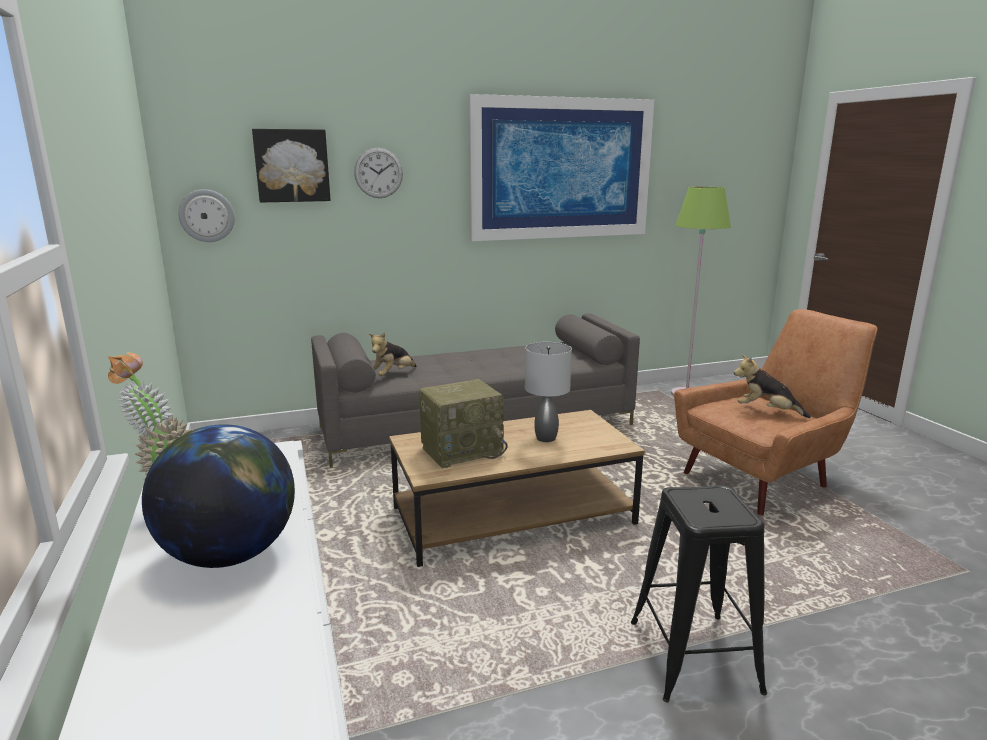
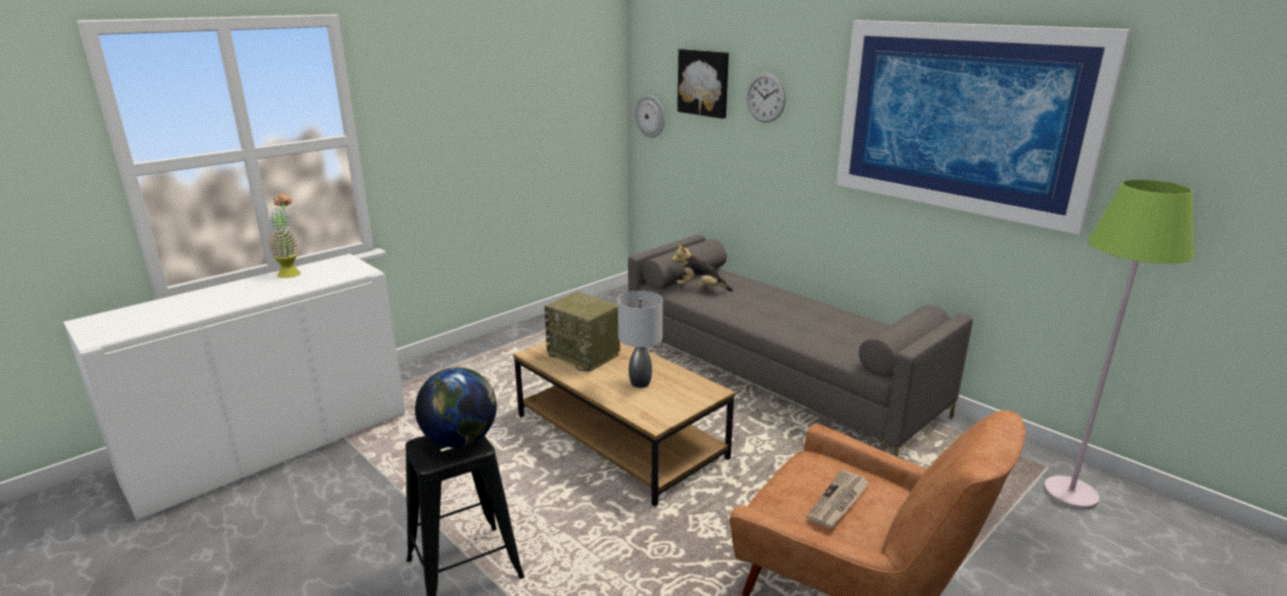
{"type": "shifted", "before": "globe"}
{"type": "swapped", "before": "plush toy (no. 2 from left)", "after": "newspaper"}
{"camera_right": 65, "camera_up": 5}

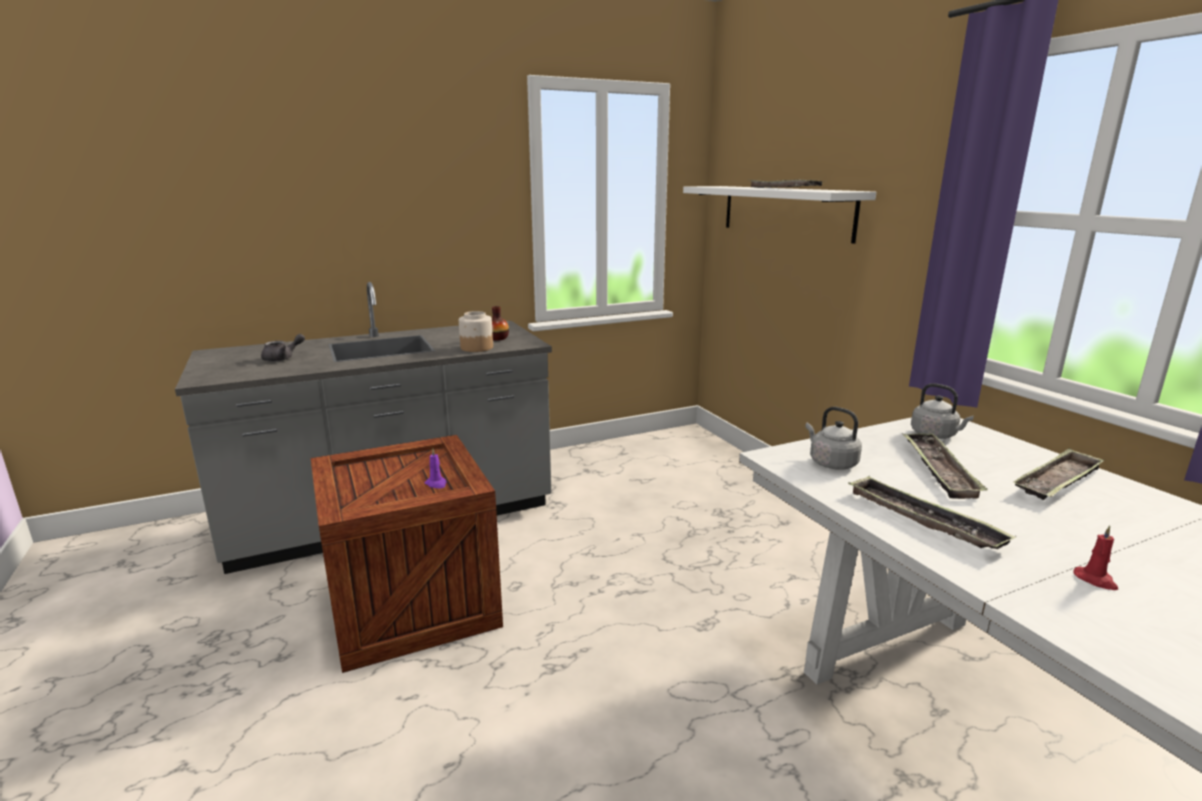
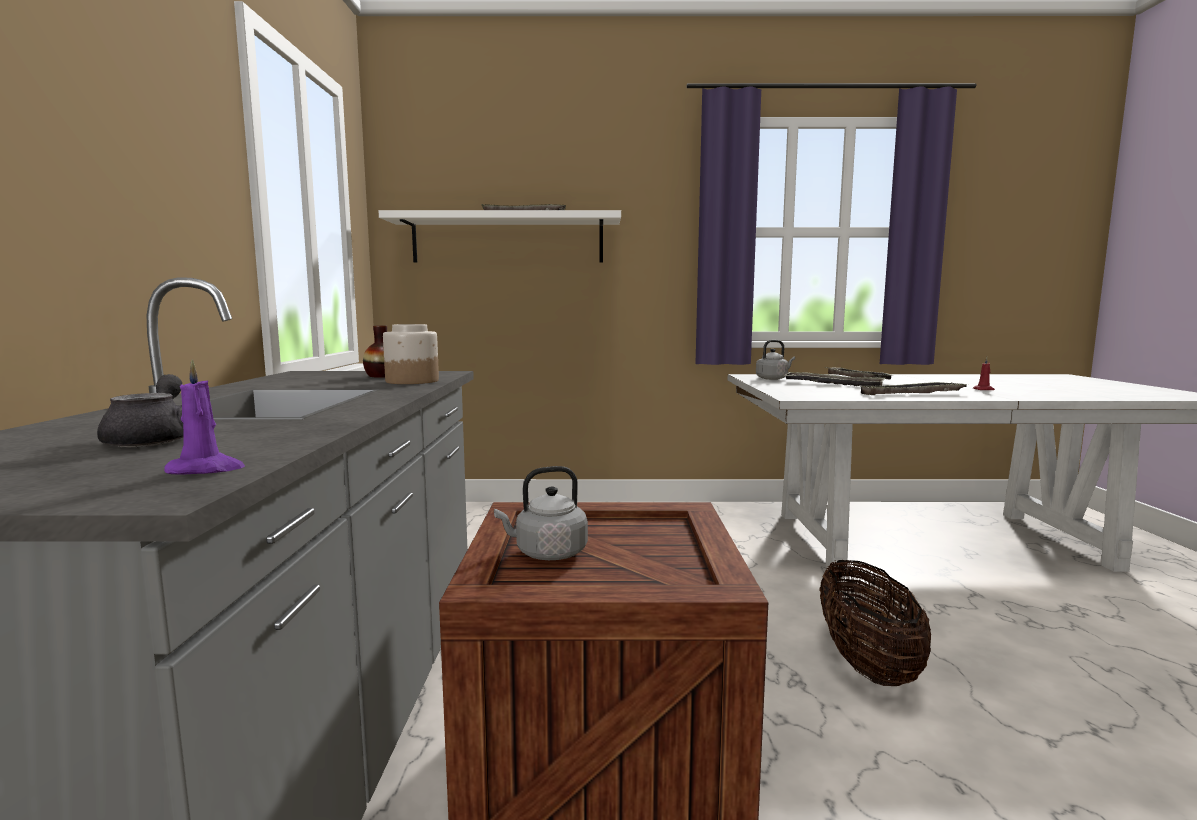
{"type": "new", "after": "basket"}
{"type": "shifted", "before": "candle (purple)"}
{"type": "shifted", "before": "kettle (grey) (no. 1 from left)"}
{"camera_right": -65, "camera_up": -10}

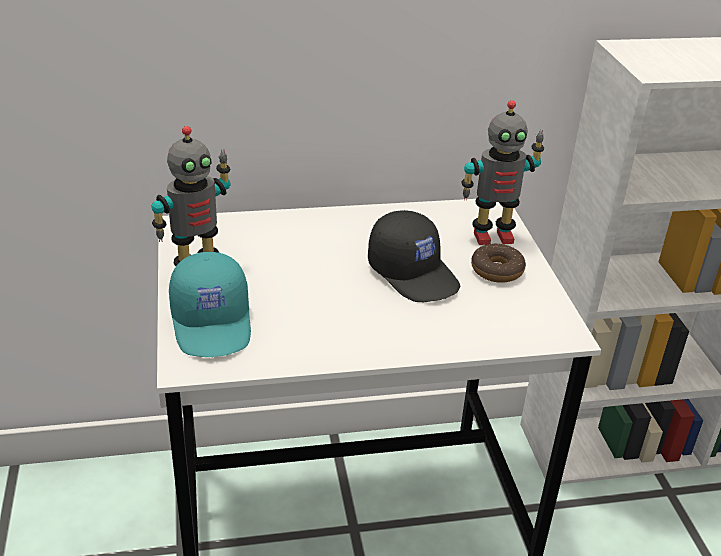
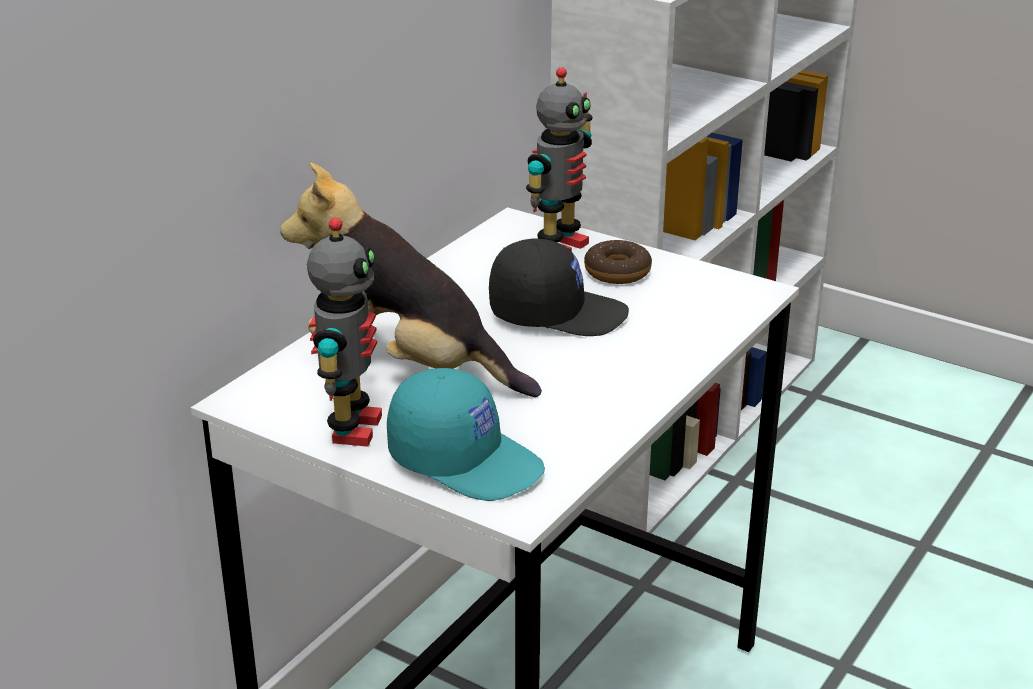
{"type": "new", "after": "plush toy"}
{"camera_right": -45, "camera_up": -5}

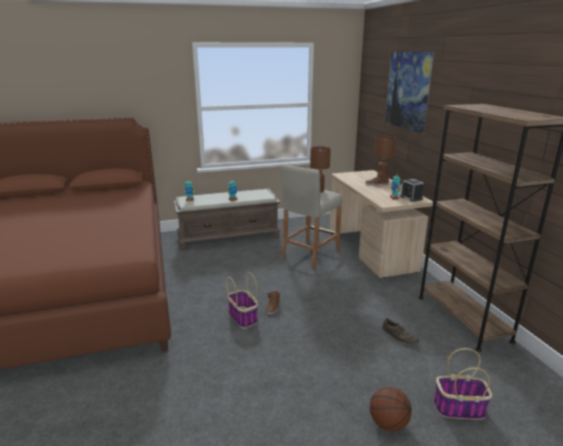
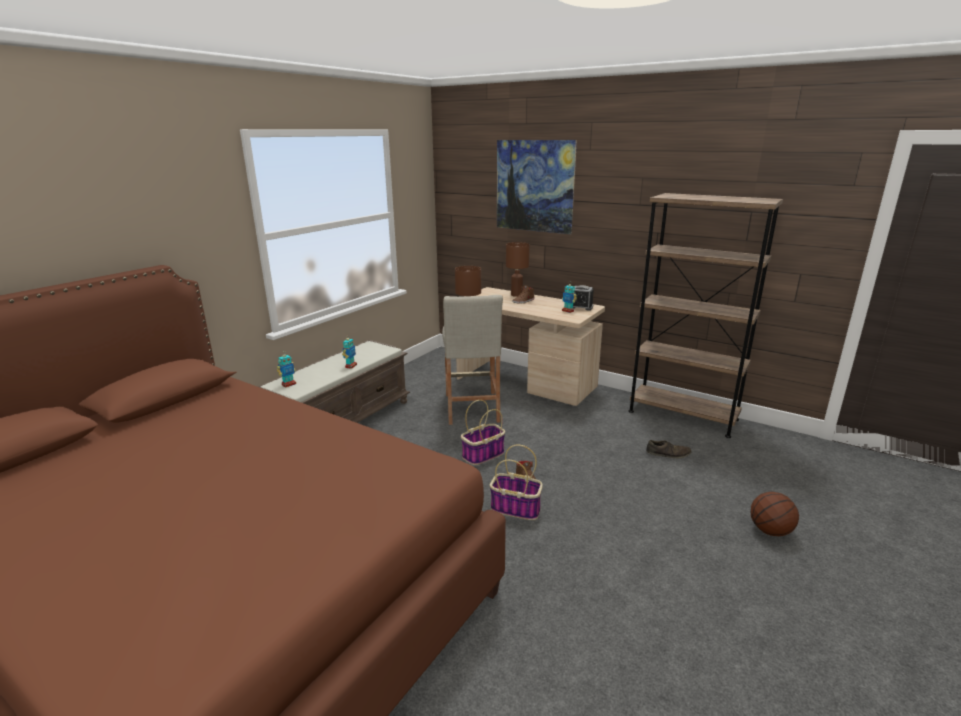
{"type": "shifted", "before": "basket (no. 2 from left in the first image)", "after": "basket (no. 1 from left)"}
{"camera_right": -40, "camera_up": 0}

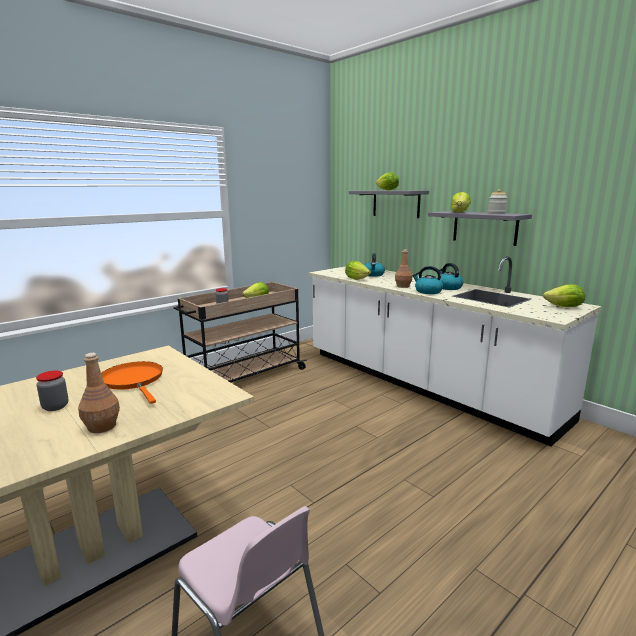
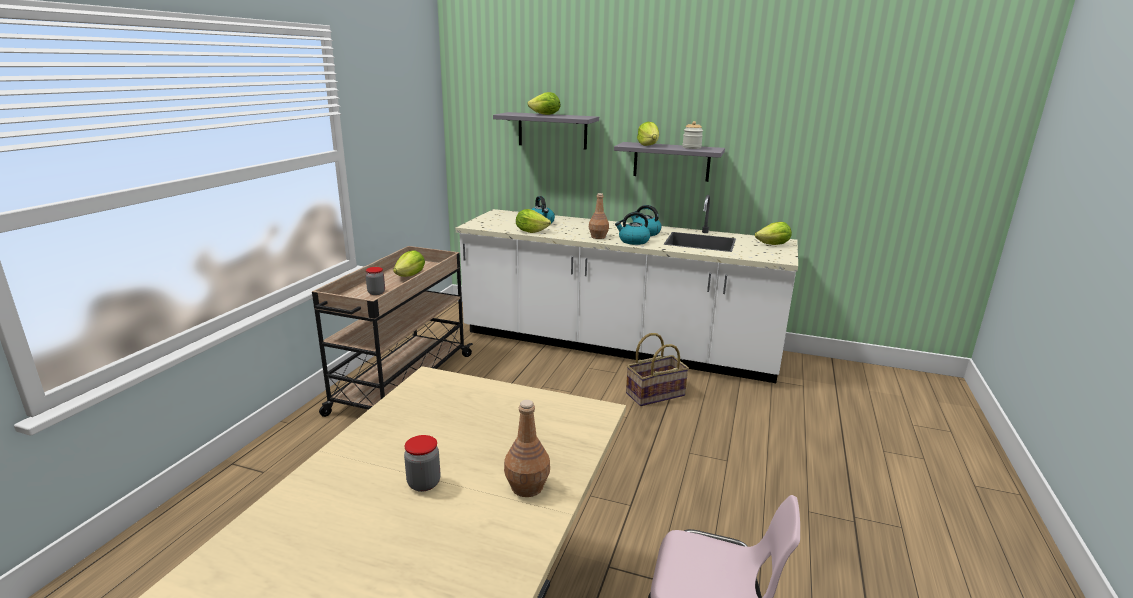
{"type": "gone", "before": "frying pan (orange)"}
{"type": "new", "after": "basket"}
{"camera_right": -30, "camera_up": 5}

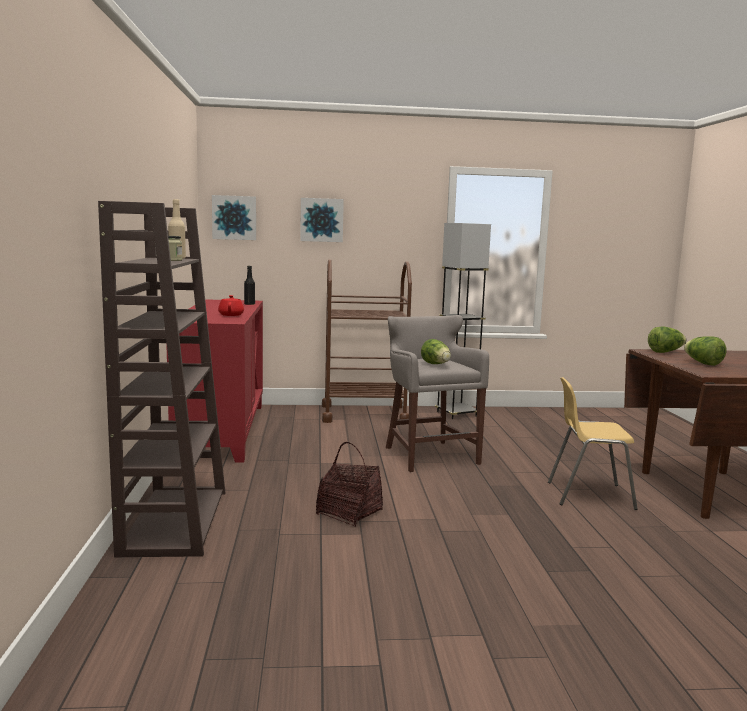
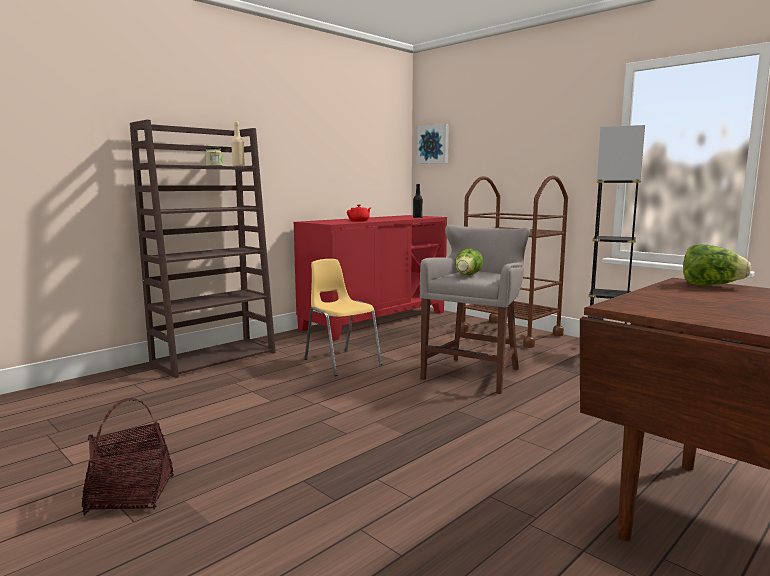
{"type": "gone", "before": "picture (no. 2 from left)"}
{"type": "gone", "before": "lettuce (no. 3 from left)"}
{"type": "shifted", "before": "basket"}
{"type": "shifted", "before": "chair (yellow)"}
{"camera_right": 50, "camera_up": 0}

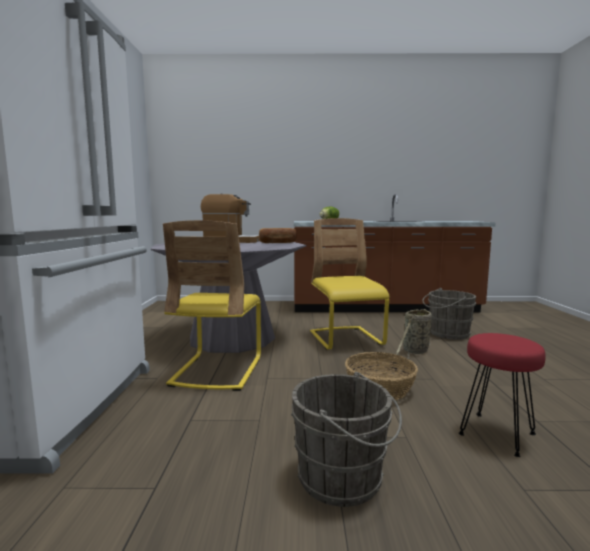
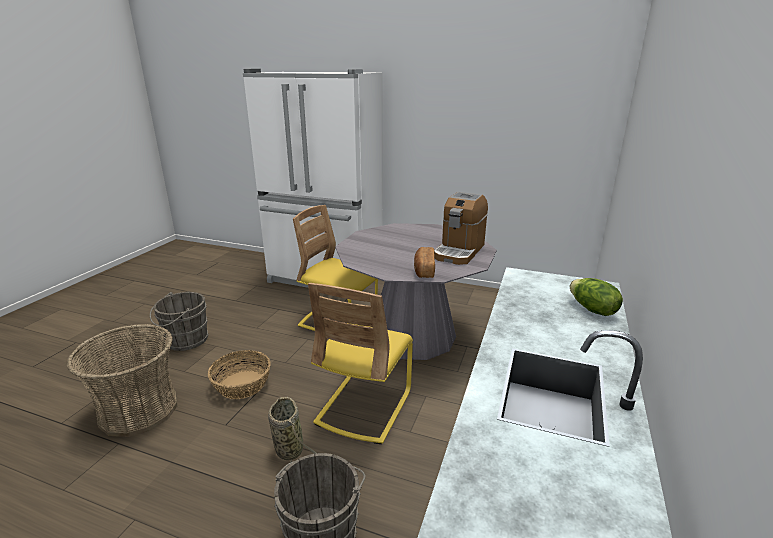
{"type": "swapped", "before": "stool (red)", "after": "basket (no. 1 from left)"}
{"type": "rotated", "before": "chair (yellow) (no. 2 from left)", "turn": 105}
{"camera_right": 110, "camera_up": 15}

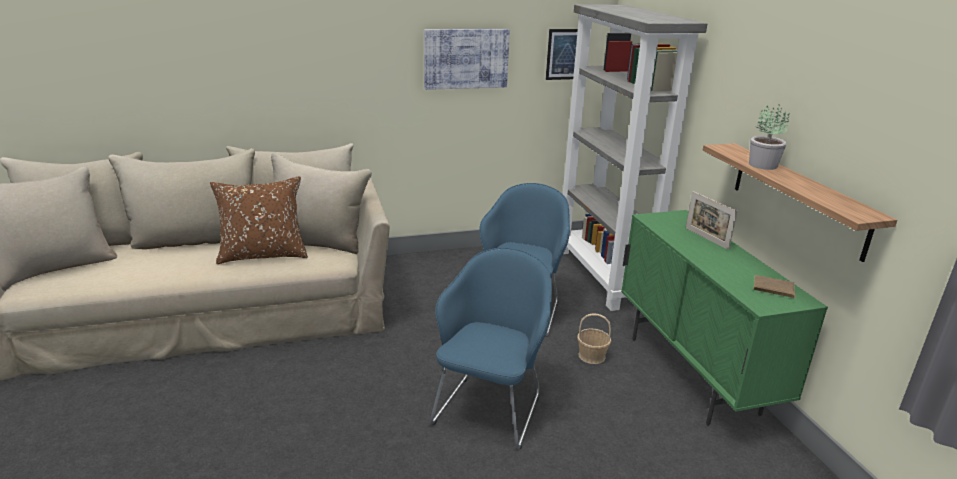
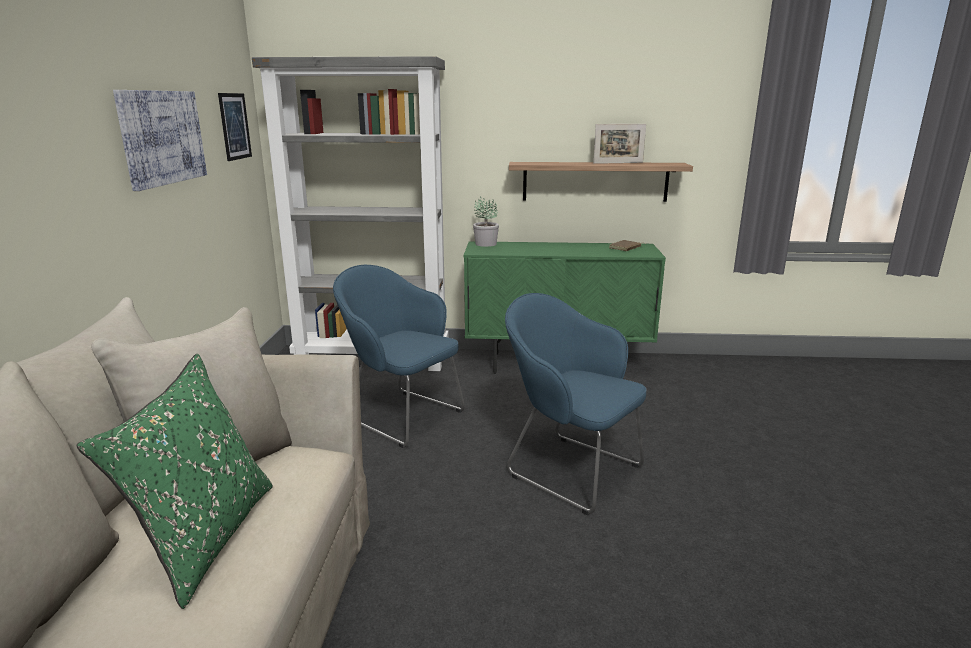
{"type": "gone", "before": "basket"}
{"type": "shifted", "before": "picture frame"}
{"type": "shifted", "before": "potted plant"}
{"type": "repainted", "before": "pillow (brown)", "after": "pillow (green)"}
{"camera_right": -70, "camera_up": -5}

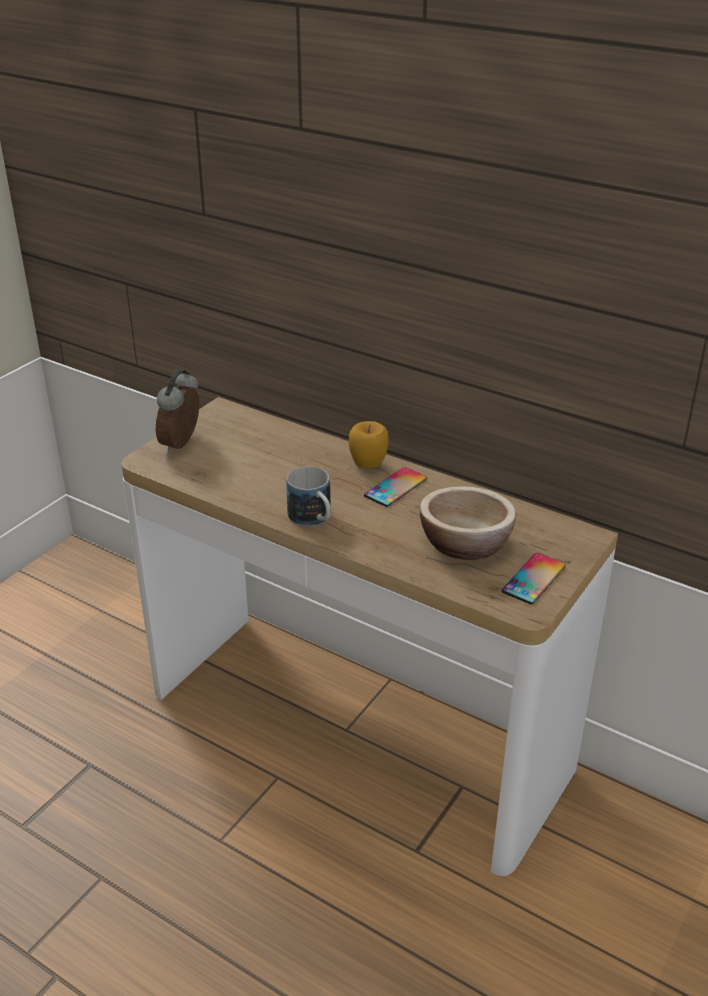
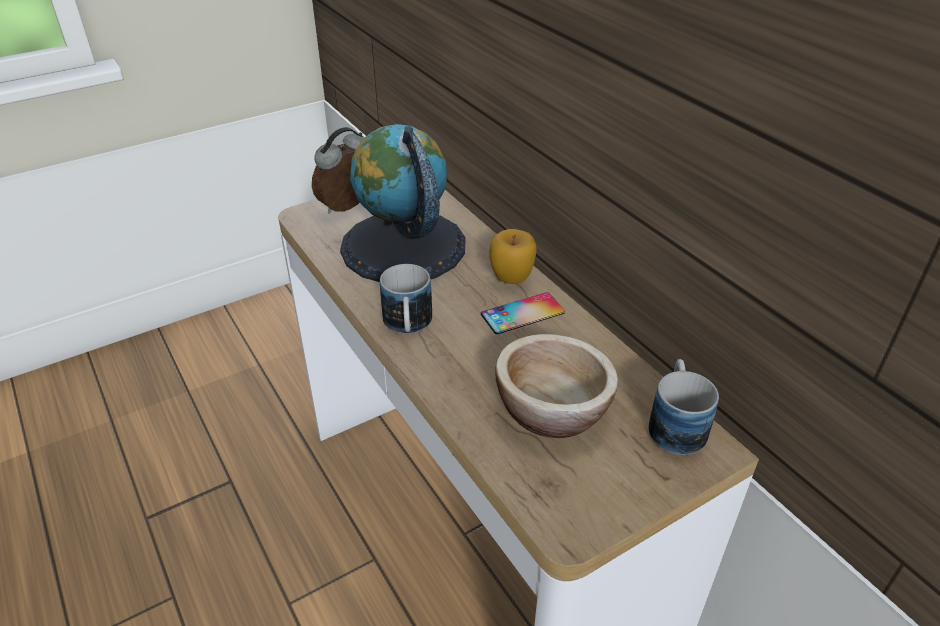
{"type": "gone", "before": "phone (no. 2 from left)"}
{"type": "new", "after": "globe"}
{"type": "new", "after": "mug (no. 2 from left)"}
{"camera_right": 25, "camera_up": 5}

